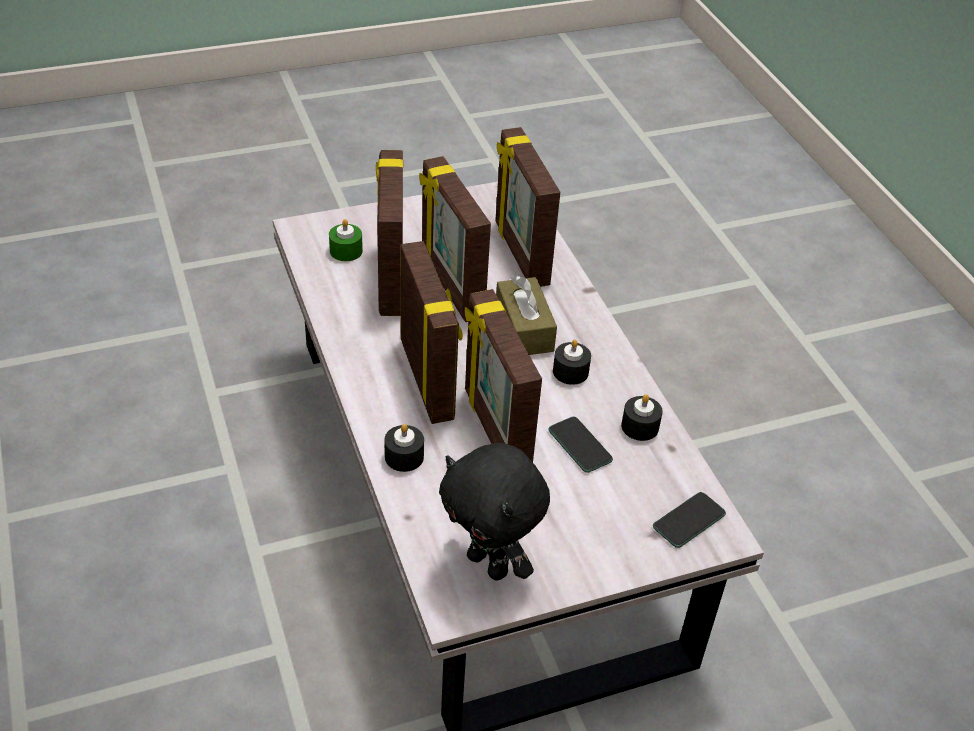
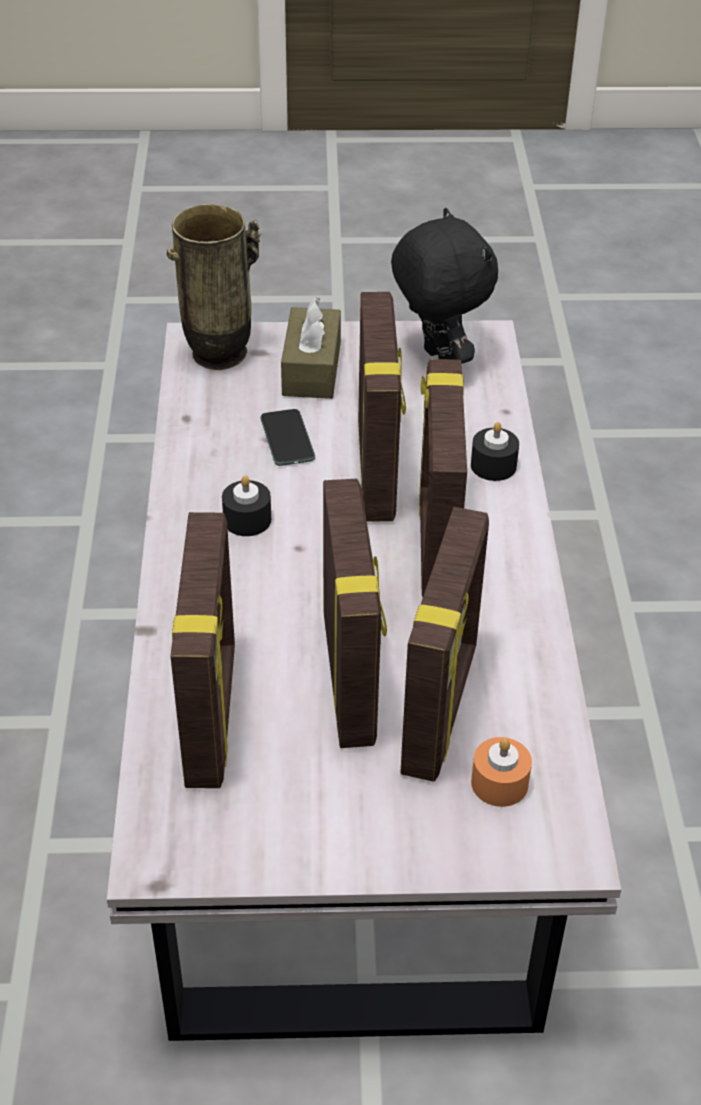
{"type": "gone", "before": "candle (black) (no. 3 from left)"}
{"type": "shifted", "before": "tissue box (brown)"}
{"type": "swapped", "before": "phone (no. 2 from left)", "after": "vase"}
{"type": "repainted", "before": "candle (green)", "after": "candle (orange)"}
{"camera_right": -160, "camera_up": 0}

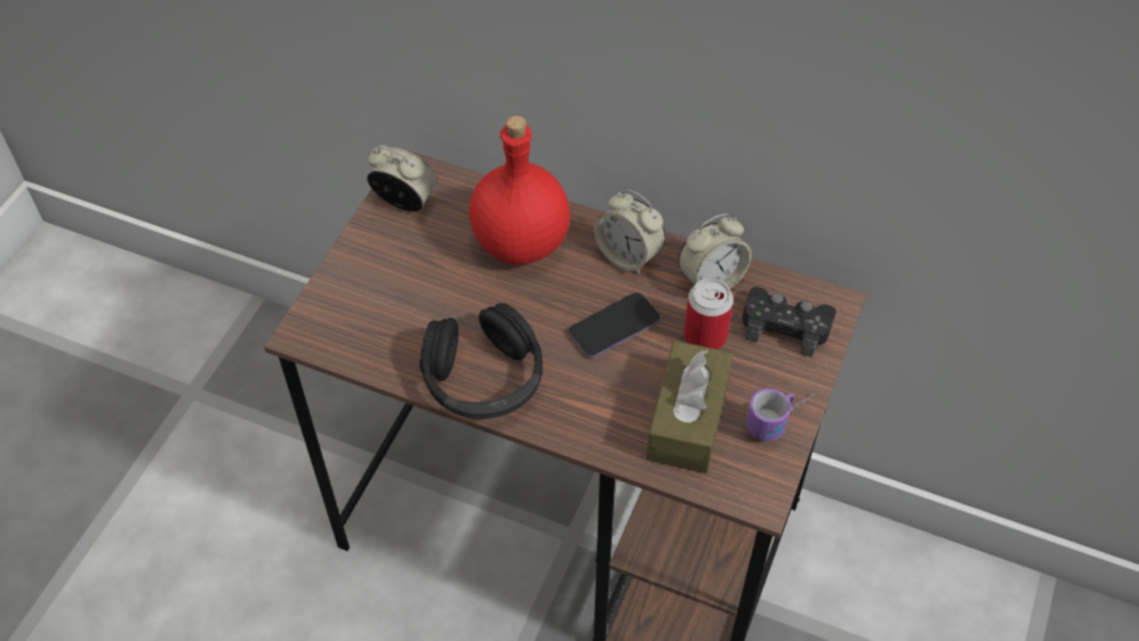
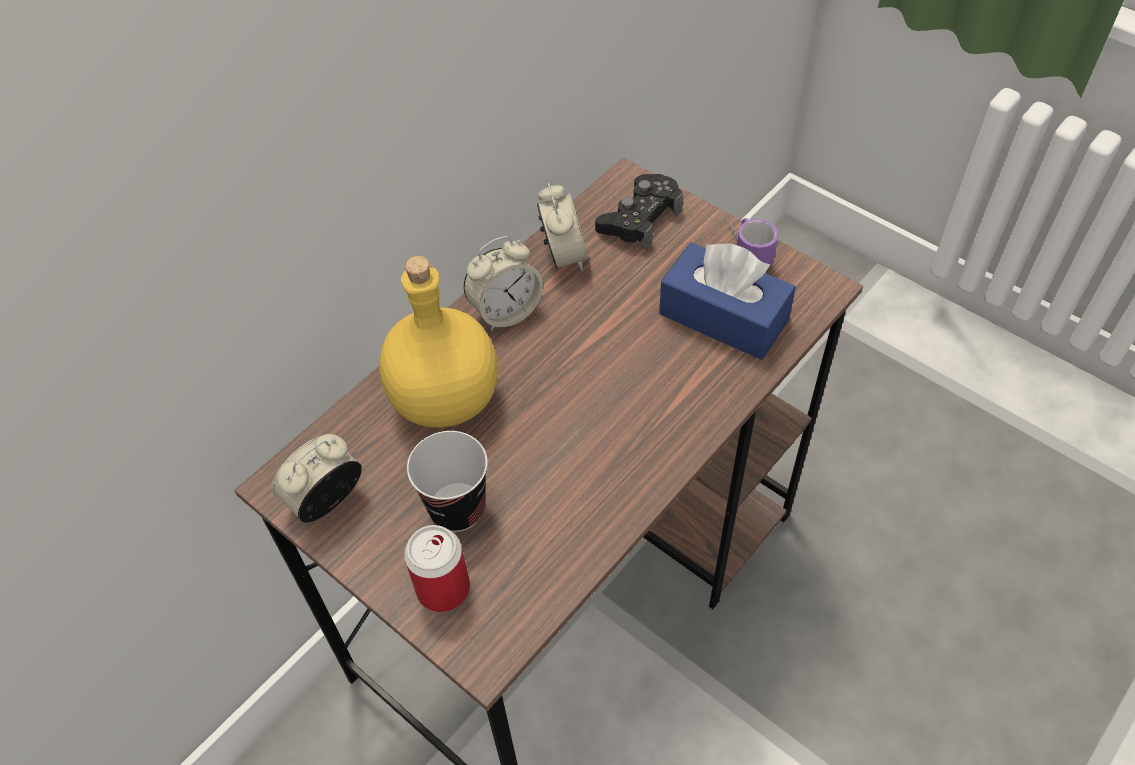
{"type": "gone", "before": "headphones (black)"}
{"type": "gone", "before": "phone"}
{"type": "new", "after": "cup"}
{"type": "shifted", "before": "can"}
{"type": "repainted", "before": "bottle (red)", "after": "bottle (yellow)"}
{"type": "repainted", "before": "tissue box (brown)", "after": "tissue box (blue)"}
{"camera_right": -70, "camera_up": 0}

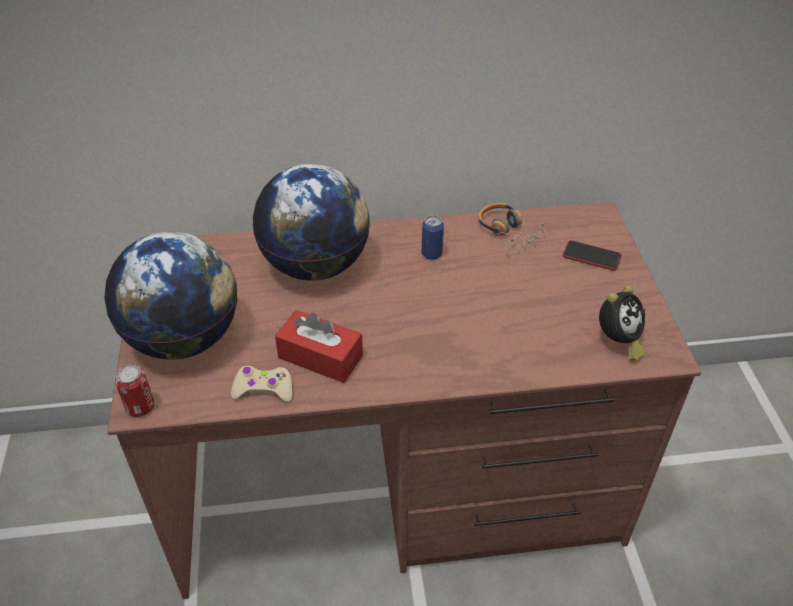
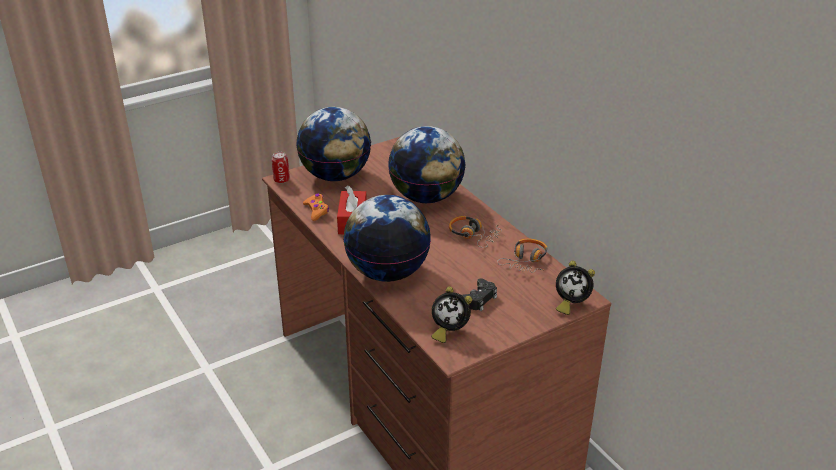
{"type": "gone", "before": "phone"}
{"type": "new", "after": "globe (no. 2 from left)"}
{"type": "new", "after": "game controller (black)"}
{"type": "new", "after": "alarm clock (no. 2 from left)"}
{"type": "swapped", "before": "can (no. 2 from left)", "after": "headphones (no. 1 from left)"}
{"type": "repainted", "before": "game controller (beige)", "after": "game controller (orange)"}
{"camera_right": 65, "camera_up": -10}

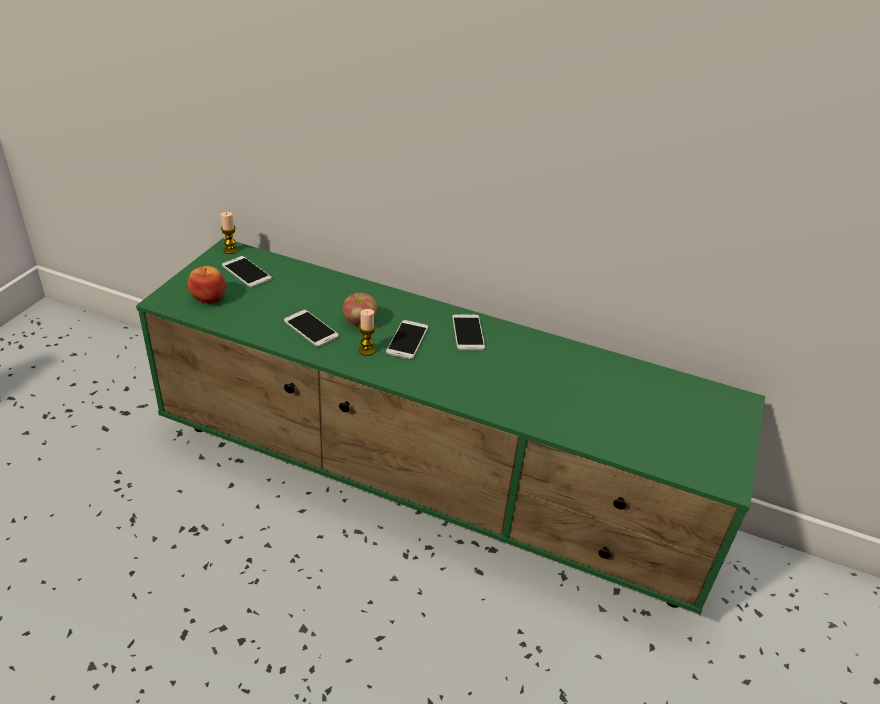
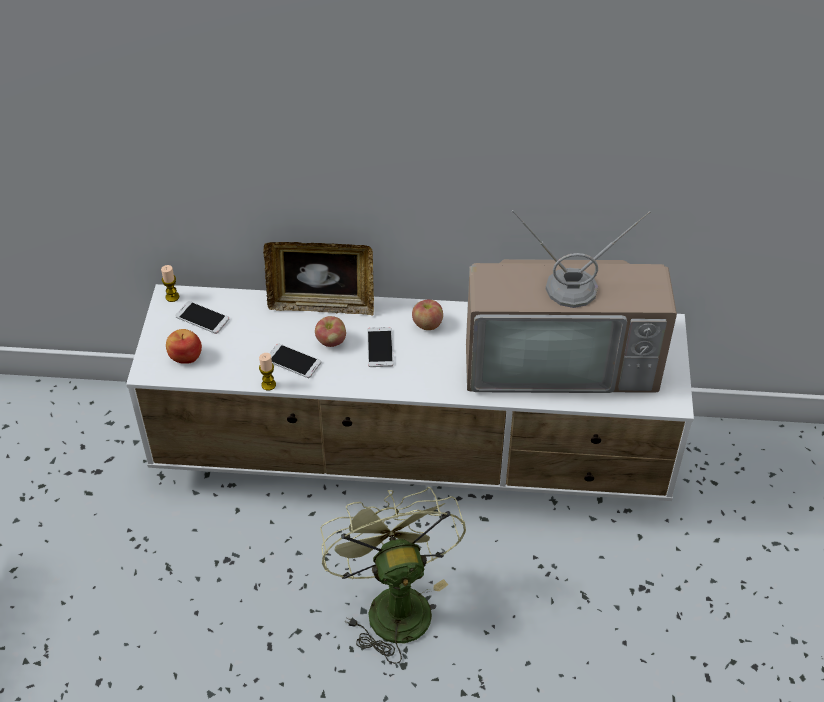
{"type": "new", "after": "picture frame"}
{"type": "new", "after": "fan (green)"}
{"type": "new", "after": "television"}
{"type": "shifted", "before": "candle (no. 2 from left)"}
{"type": "swapped", "before": "phone (no. 4 from left)", "after": "apple (no. 3 from left)"}
{"type": "repainted", "before": "tv stand (green)", "after": "tv stand (white)"}
{"camera_right": -15, "camera_up": 10}

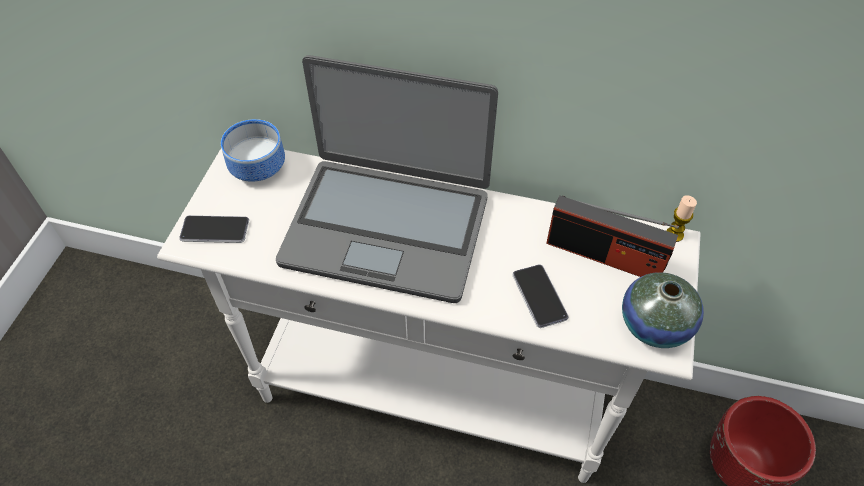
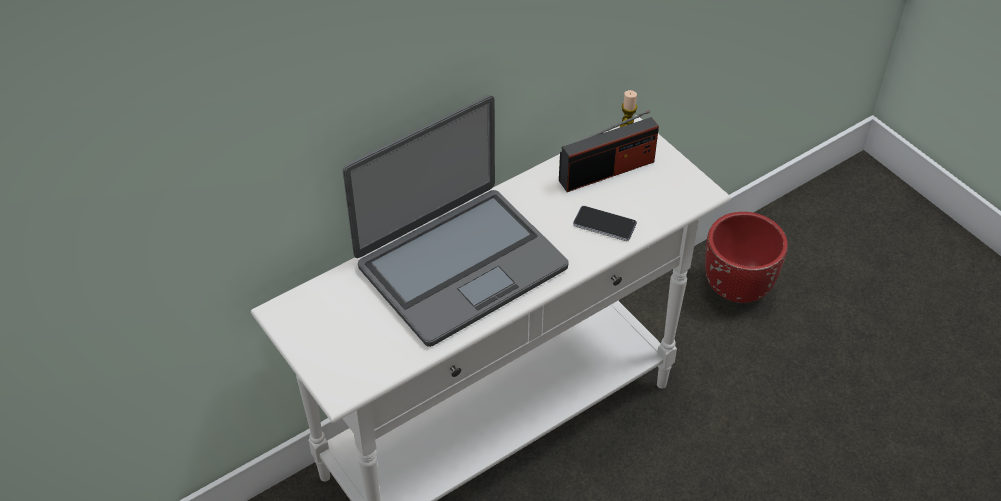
{"type": "gone", "before": "phone (no. 1 from left)"}
{"type": "gone", "before": "bowl"}
{"type": "gone", "before": "vase"}
{"camera_right": -50, "camera_up": -5}

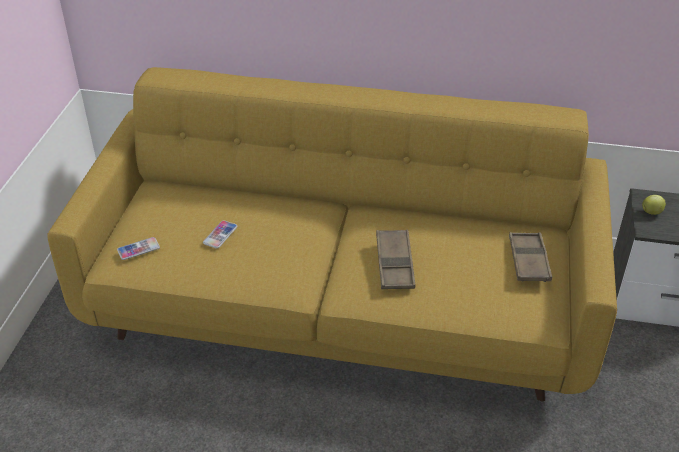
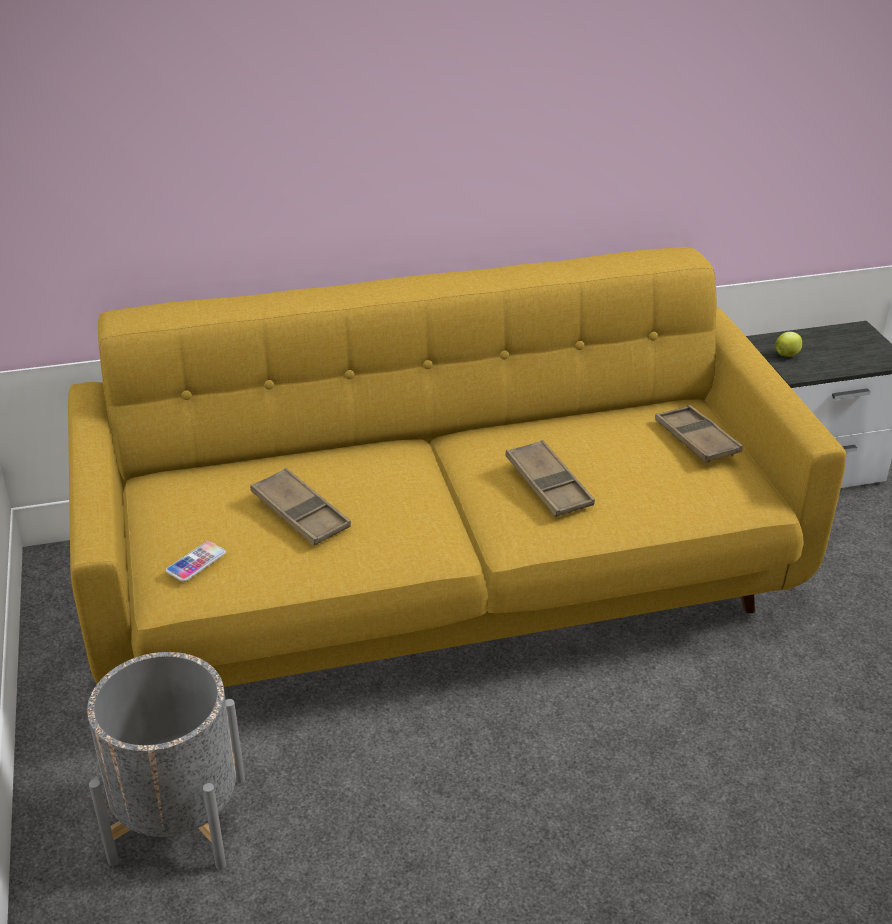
{"type": "new", "after": "planter (grey)"}
{"type": "swapped", "before": "phone (no. 2 from left)", "after": "tray (brown) (no. 1 from left)"}
{"camera_right": -25, "camera_up": -5}

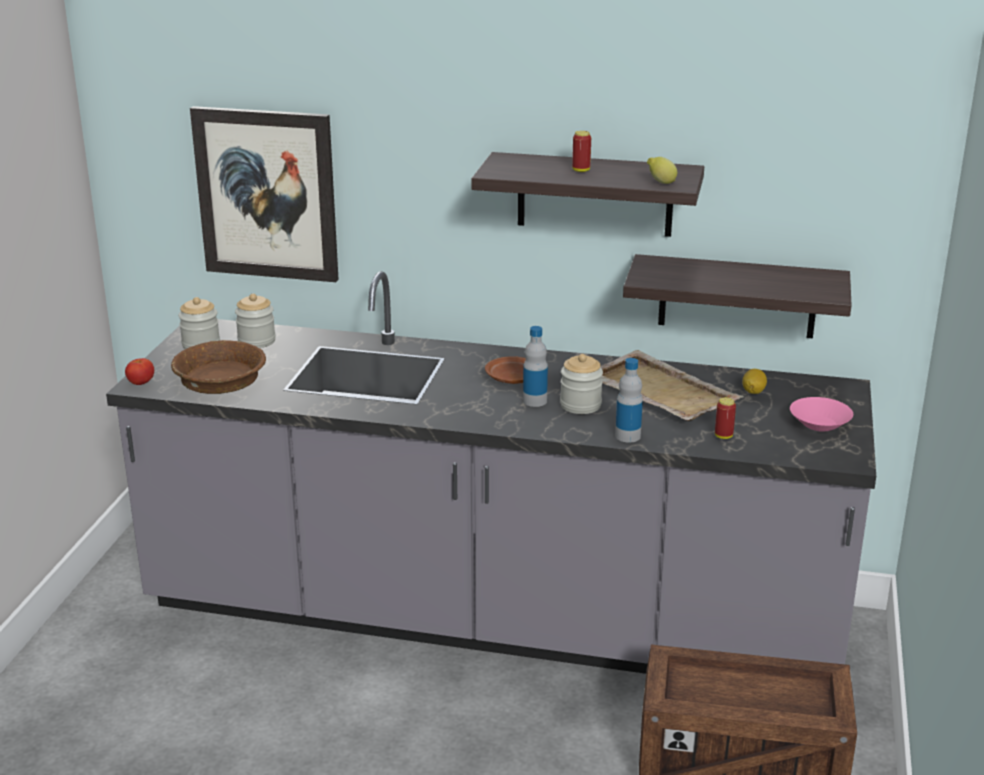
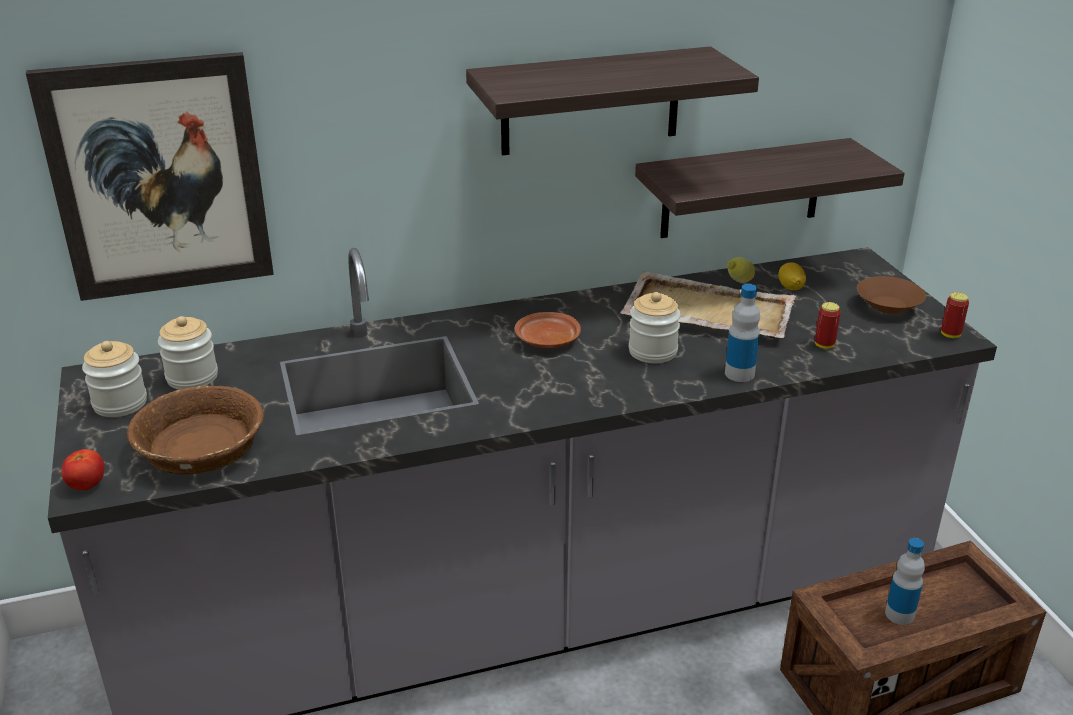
{"type": "shifted", "before": "bottle (no. 1 from left in the first image)", "after": "bottle (no. 2 from left)"}
{"type": "shifted", "before": "can (no. 1 from left in the first image)", "after": "can (no. 2 from left)"}
{"type": "shifted", "before": "lemon (no. 1 from left)"}
{"type": "repainted", "before": "bowl (pink)", "after": "bowl (brown) (no. 2 from left)"}
{"camera_right": -30, "camera_up": 5}

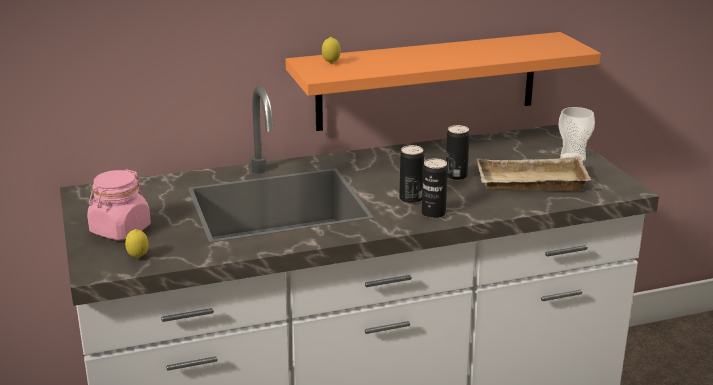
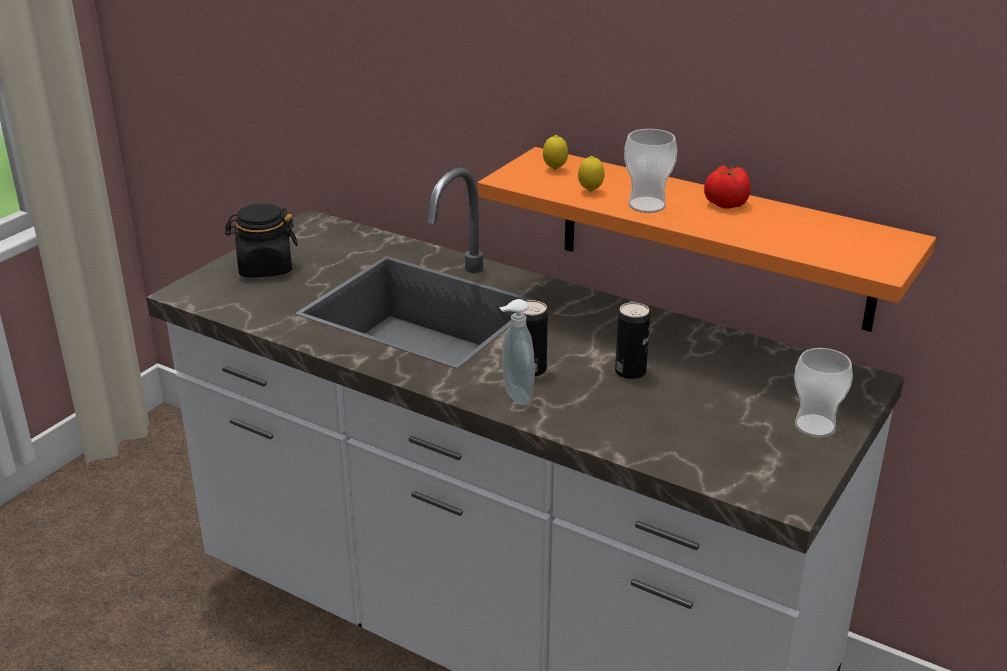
{"type": "gone", "before": "tray (beige)"}
{"type": "new", "after": "cup (no. 1 from left)"}
{"type": "new", "after": "tomato"}
{"type": "shifted", "before": "lemon (no. 1 from left in the first image)", "after": "lemon (no. 2 from left)"}
{"type": "swapped", "before": "can (no. 2 from left)", "after": "soap dispenser"}
{"type": "repainted", "before": "jar (pink)", "after": "jar (black)"}
{"camera_right": 50, "camera_up": 5}

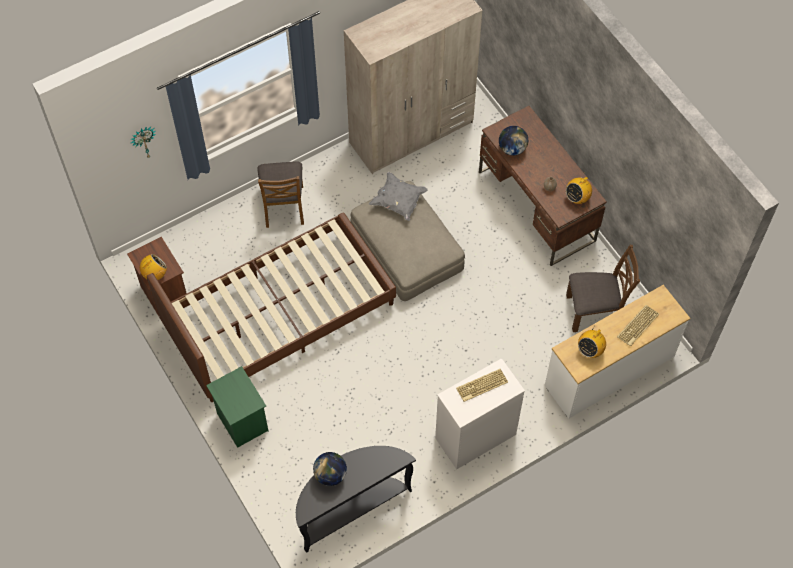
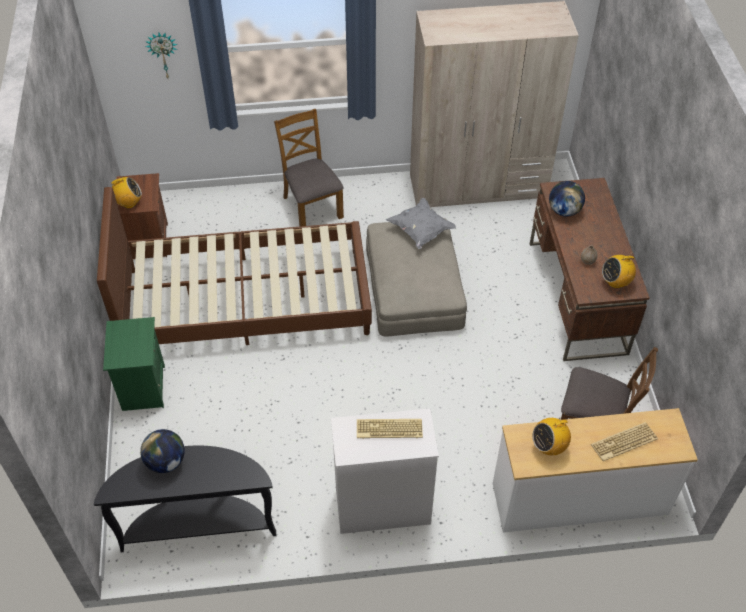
{"type": "rotated", "before": "chair (brown) (no. 1 from left)", "turn": 135}
{"camera_right": 25, "camera_up": -10}

